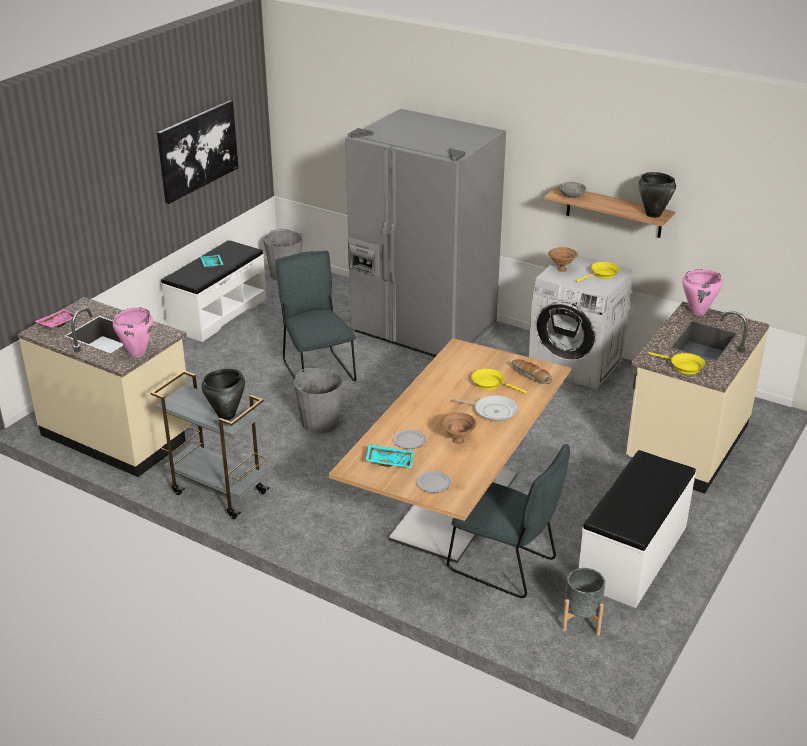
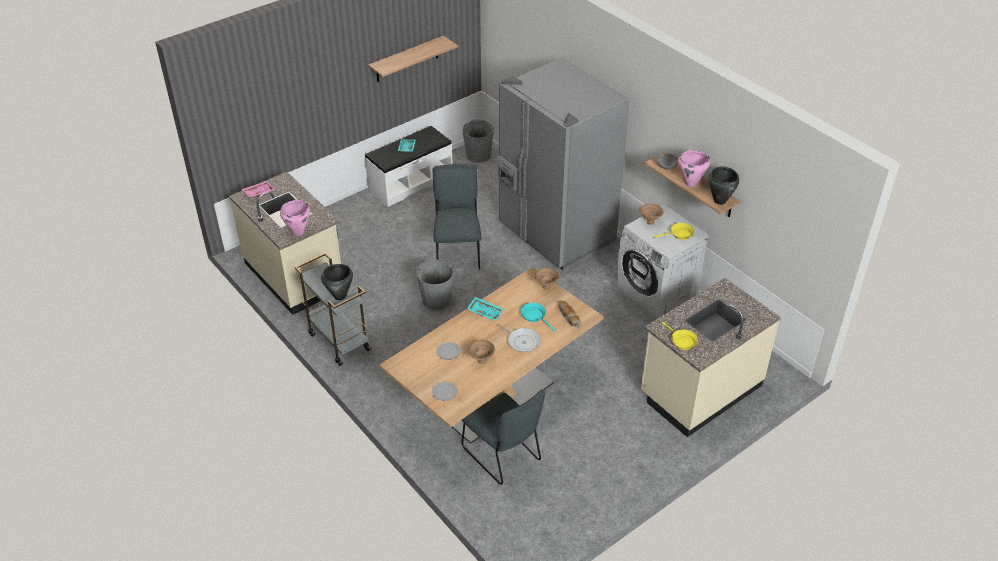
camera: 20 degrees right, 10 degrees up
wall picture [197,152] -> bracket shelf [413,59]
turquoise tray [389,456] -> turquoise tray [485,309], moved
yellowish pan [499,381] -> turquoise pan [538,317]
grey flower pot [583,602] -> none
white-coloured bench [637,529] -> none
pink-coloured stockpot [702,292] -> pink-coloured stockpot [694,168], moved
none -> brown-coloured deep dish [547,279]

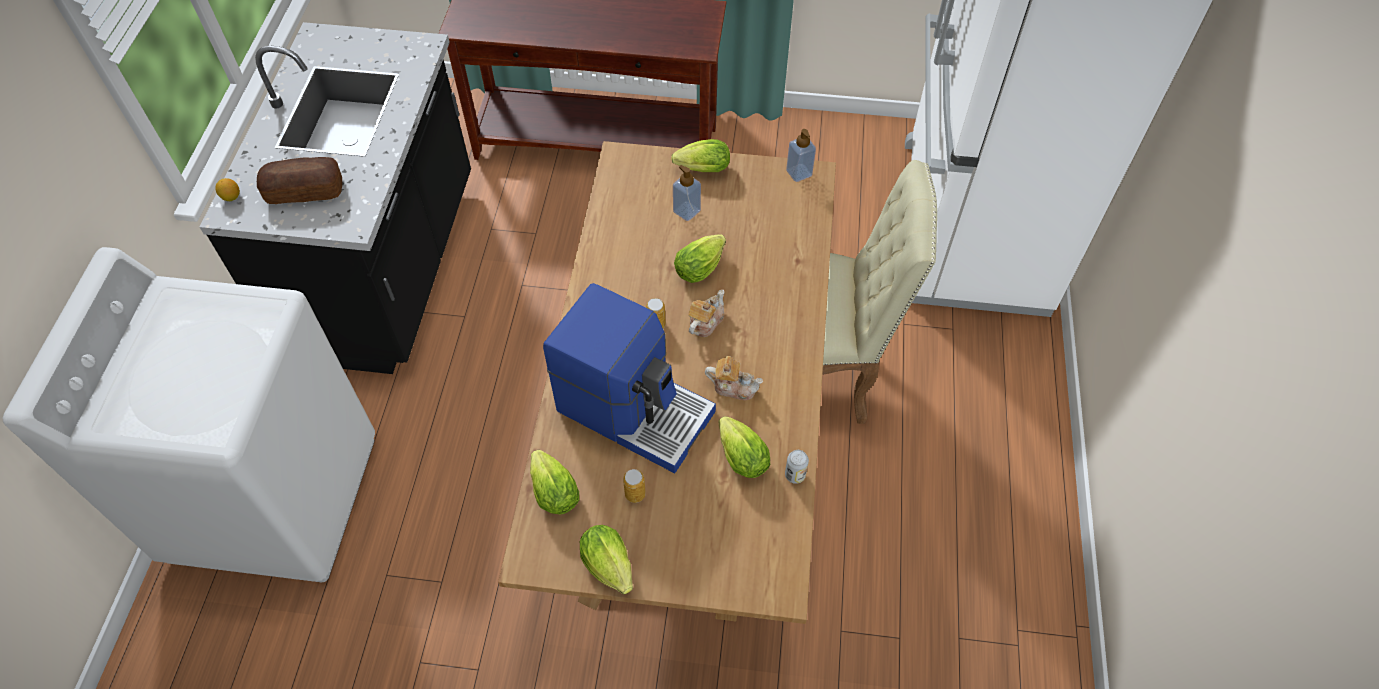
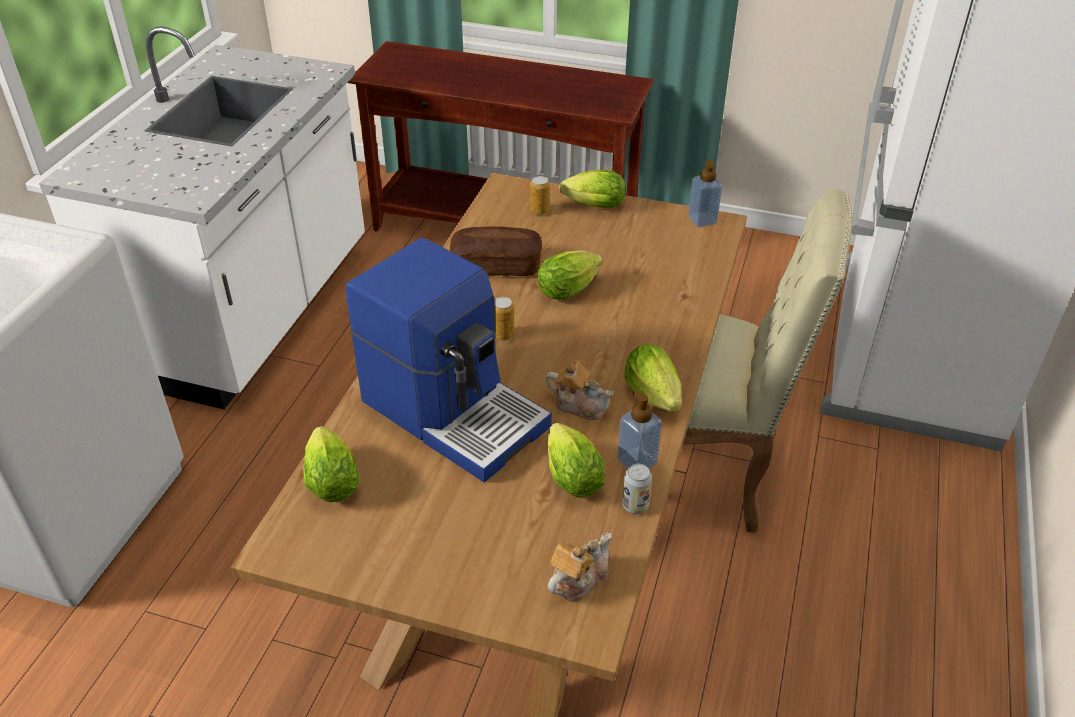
camera: 10 degrees right, 15 degrees down
black-coloured kitchen base unit [335,198] -> white-coloured kitchen base unit [202,217]
lemon [227,189] -> none
baked bread [299,180] -> baked bread [496,251], moved
lettuce [606,559] -> lettuce [653,378], moved
metal can [634,486] -> metal can [540,195], moved
liquid soap bottle [687,193] -> liquid soap bottle [639,429], moved
teapot [706,313] -> teapot [579,567], moved

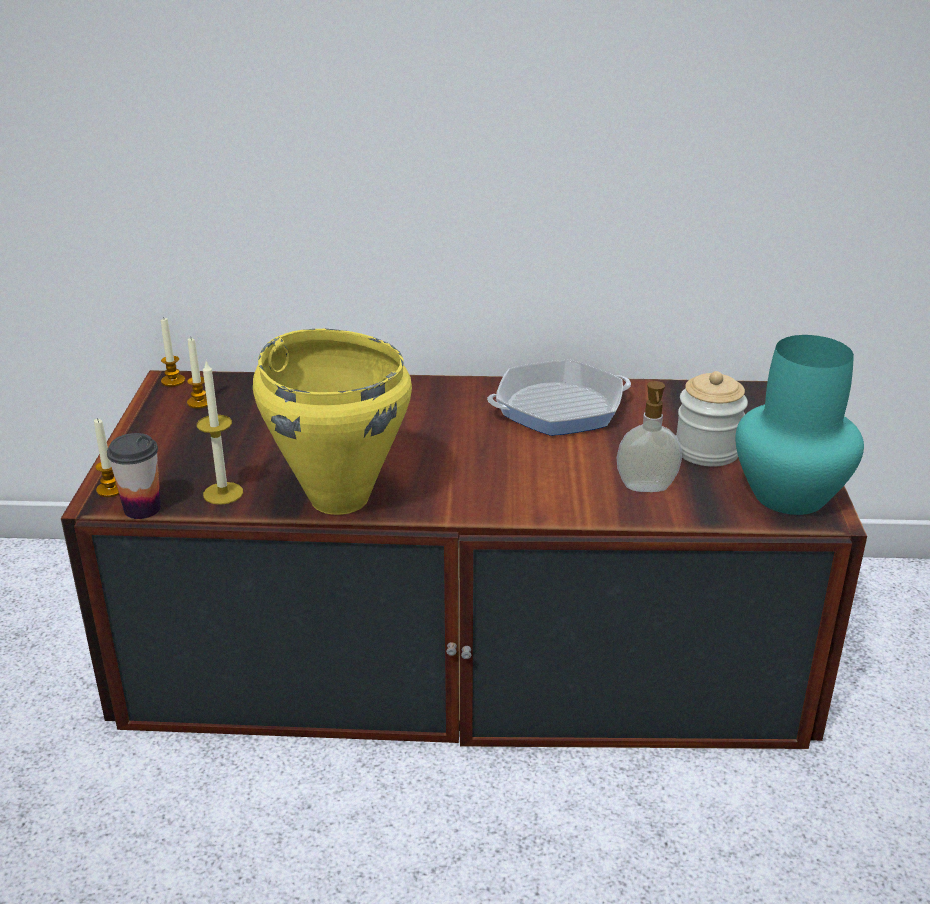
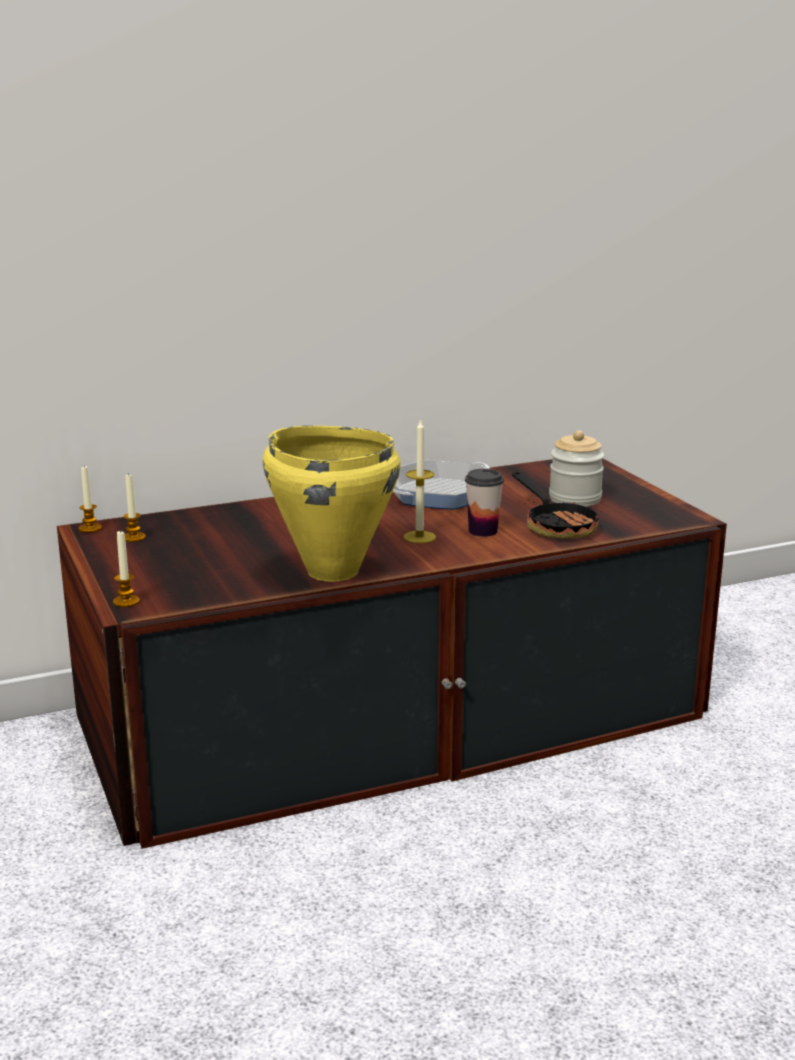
camera: 25 degrees left, 10 degrees down
small cup [134,476] -> small cup [484,503], moved
wax candle [220,433] -> wax candle [419,481], moved
liquid soap bottle [649,436] -> pan [557,505]
turquoise flower vase [799,425] -> none

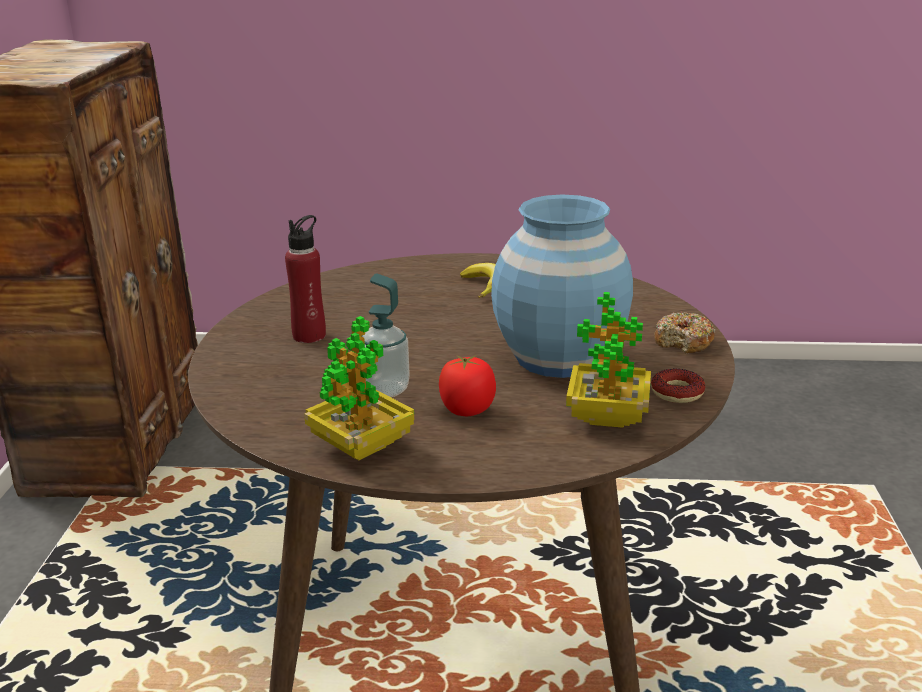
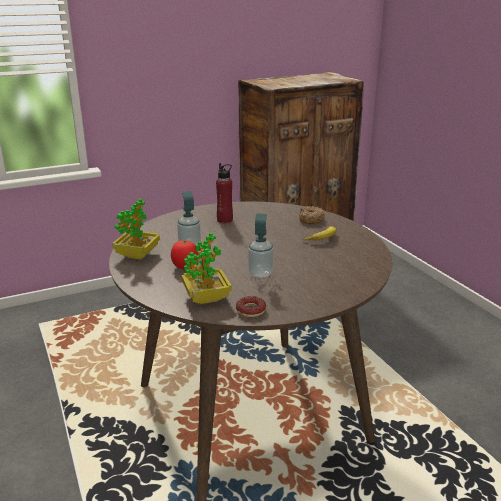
camera: 60 degrees right, 0 degrees up
blue-coloured flower vase [562,286] -> liquid soap bottle [261,246]
donut [685,332] -> donut [312,215], moved

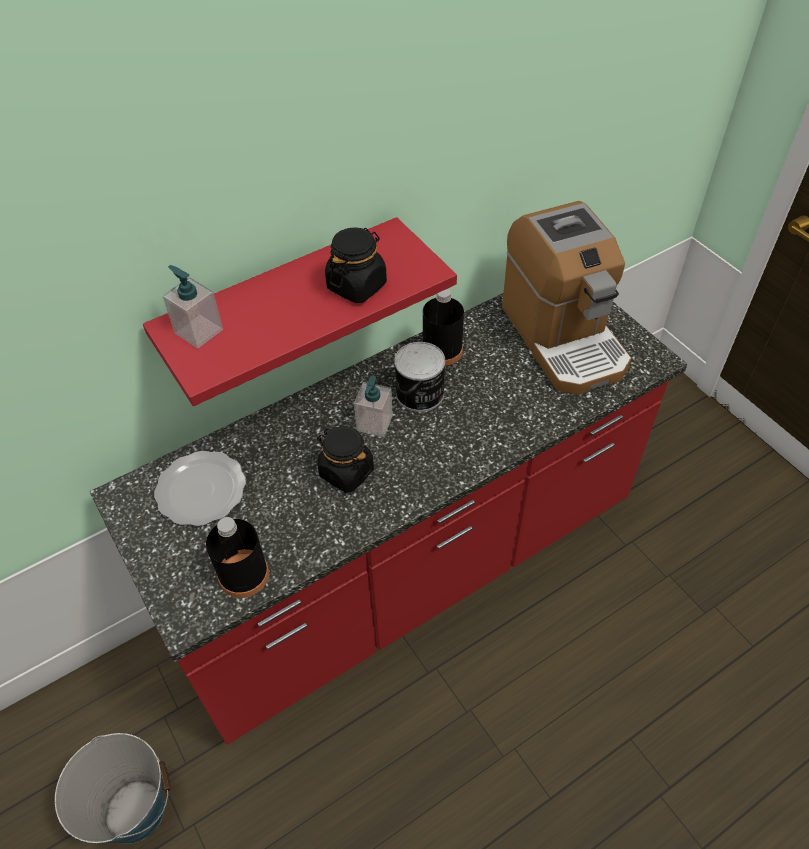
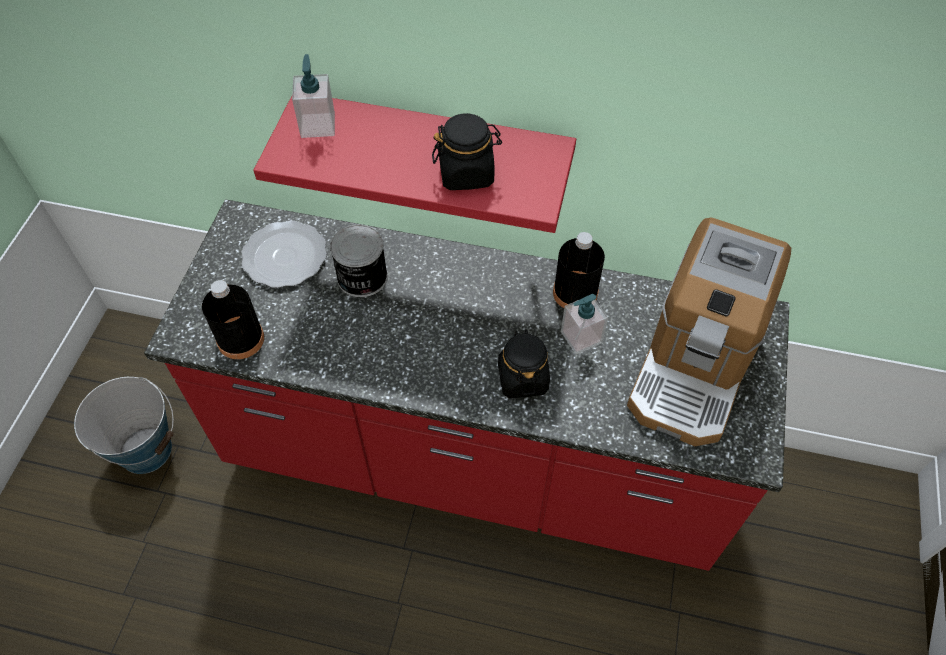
camera: 45 degrees right, 5 degrees up
black-coloured jar [345,459] -> black-coloured jar [524,364], moved
liquid soap bottle [373,406] -> liquid soap bottle [584,324], moved
metal can [419,377] -> metal can [359,260], moved

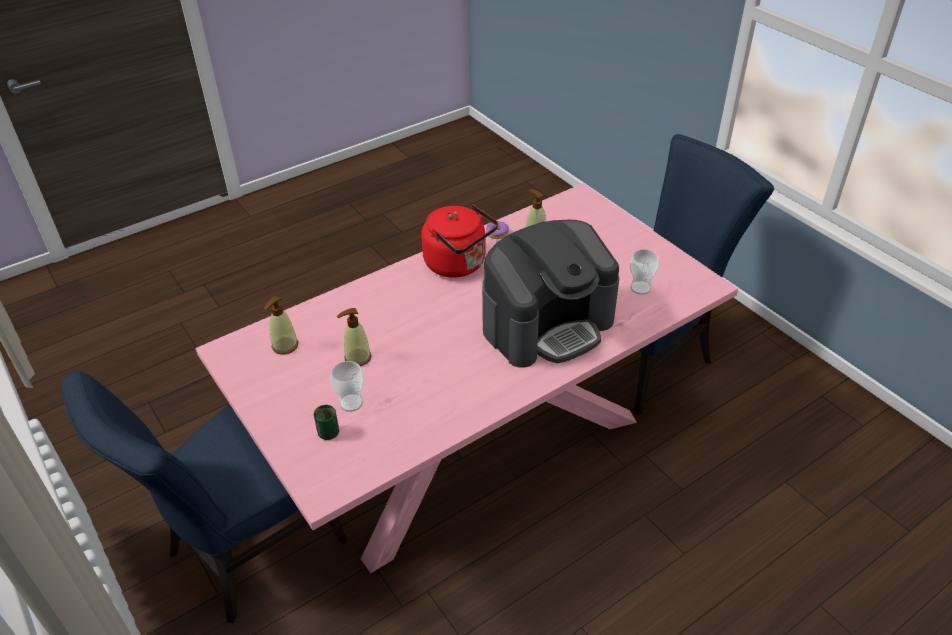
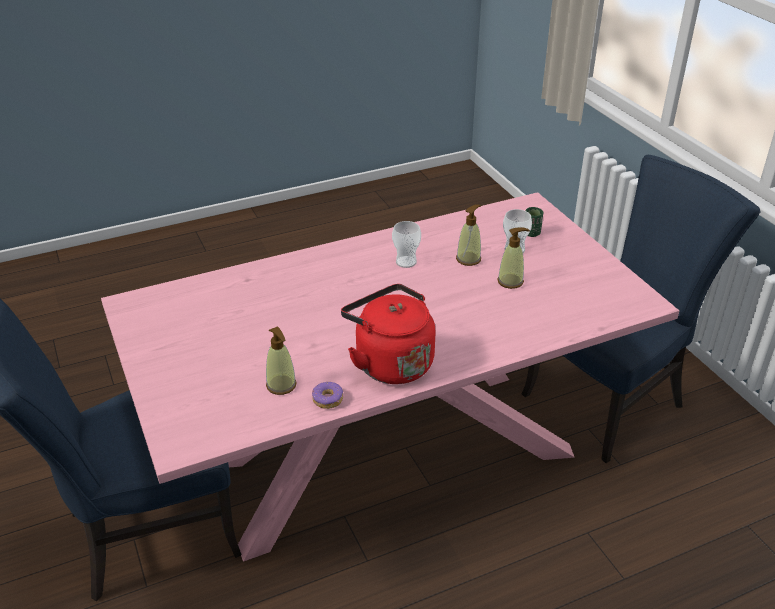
camera: 170 degrees left, 5 degrees down
liquid soap bottle [281,325] -> liquid soap bottle [468,235], moved
coffee machine [550,294] -> none
small cup [644,272] -> small cup [406,244], moved

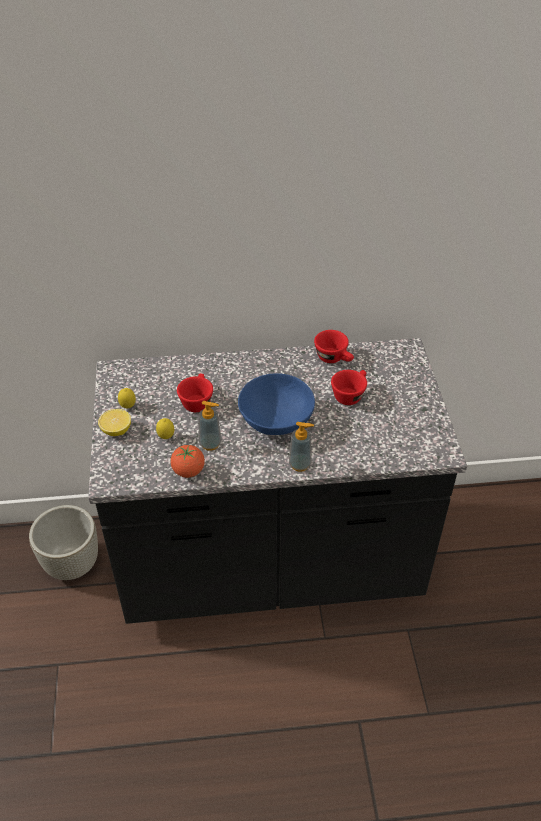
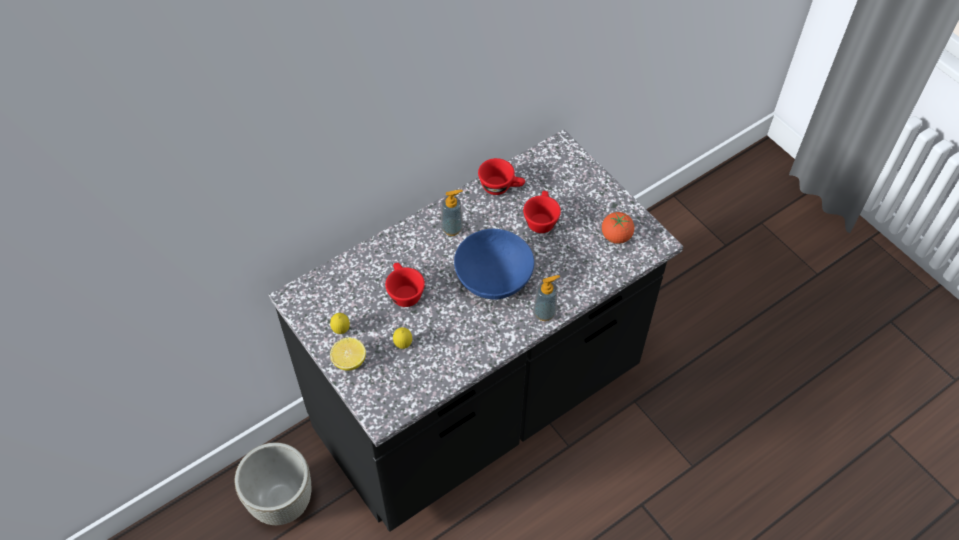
camera: 30 degrees left, 10 degrees up
fresh tomato [187,461] -> fresh tomato [618,228], moved
liquid soap bottle [209,426] -> liquid soap bottle [452,213], moved

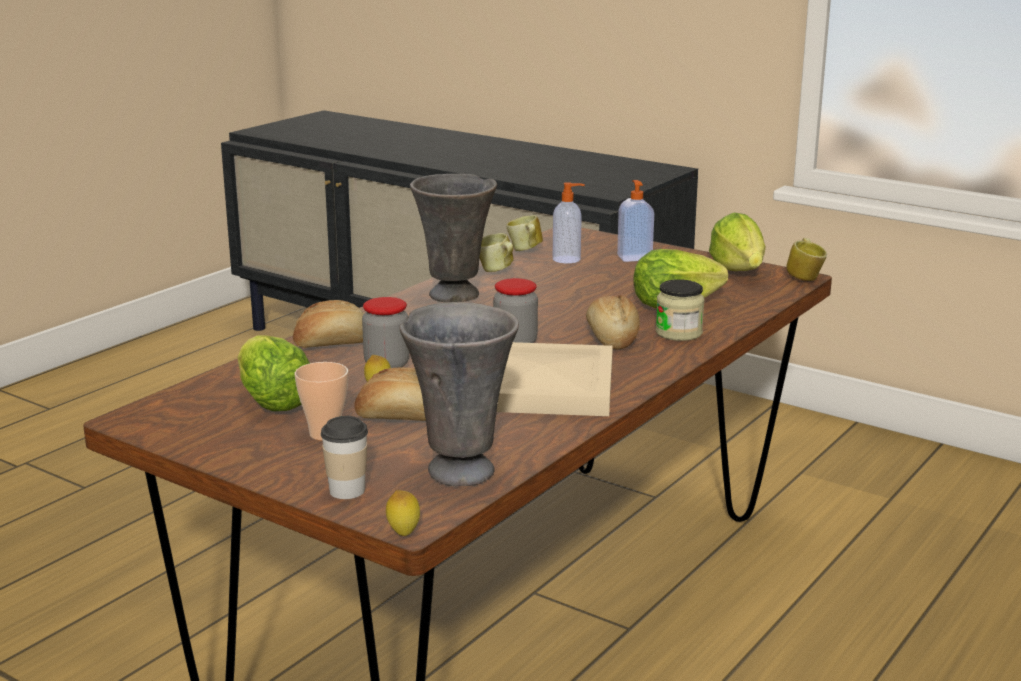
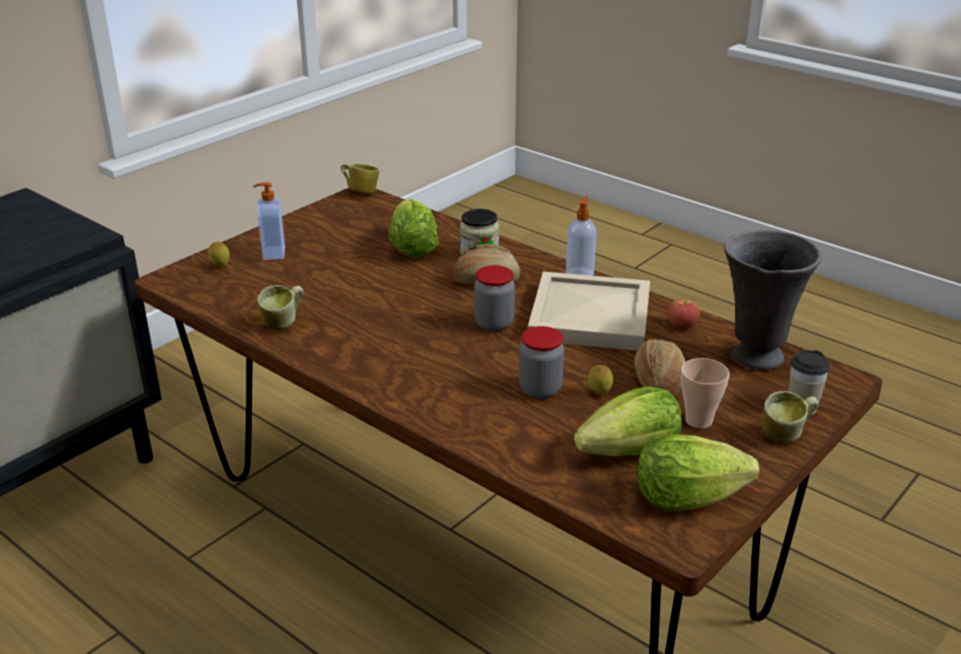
camera: 85 degrees left, 10 degrees up
baked bread [328,324] -> none
lemon [403,513] -> lemon [219,255], moved
grey flower vase [453,238] -> none
tea mug [524,233] -> tea mug [790,417], moved
liquid soap bottle [569,222] -> liquid soap bottle [581,235], moved
lettuce [737,241] -> lettuce [698,472], moved
none -> apple fruit [684,314]

